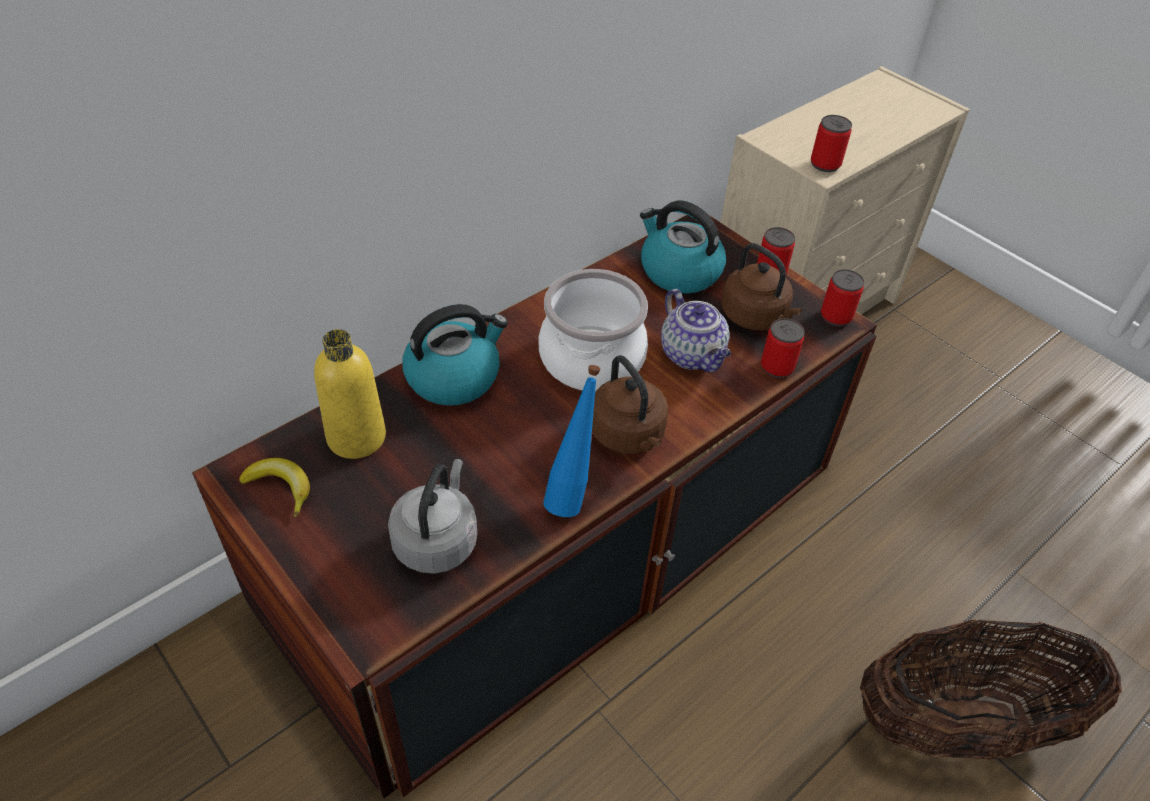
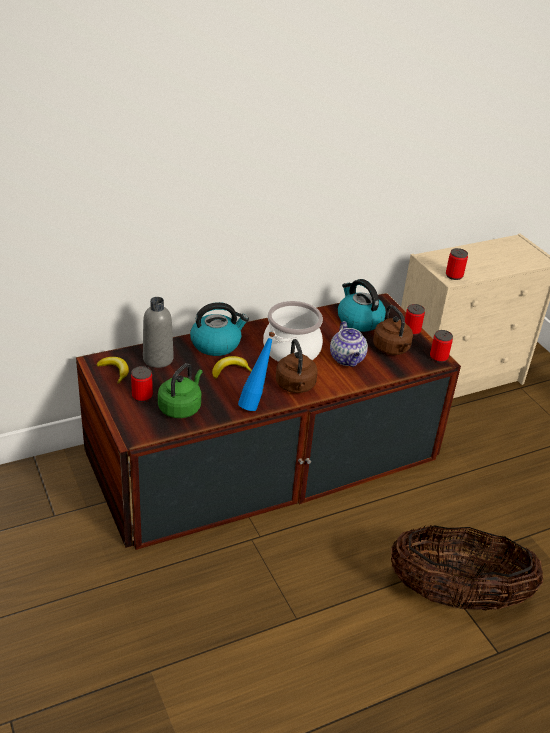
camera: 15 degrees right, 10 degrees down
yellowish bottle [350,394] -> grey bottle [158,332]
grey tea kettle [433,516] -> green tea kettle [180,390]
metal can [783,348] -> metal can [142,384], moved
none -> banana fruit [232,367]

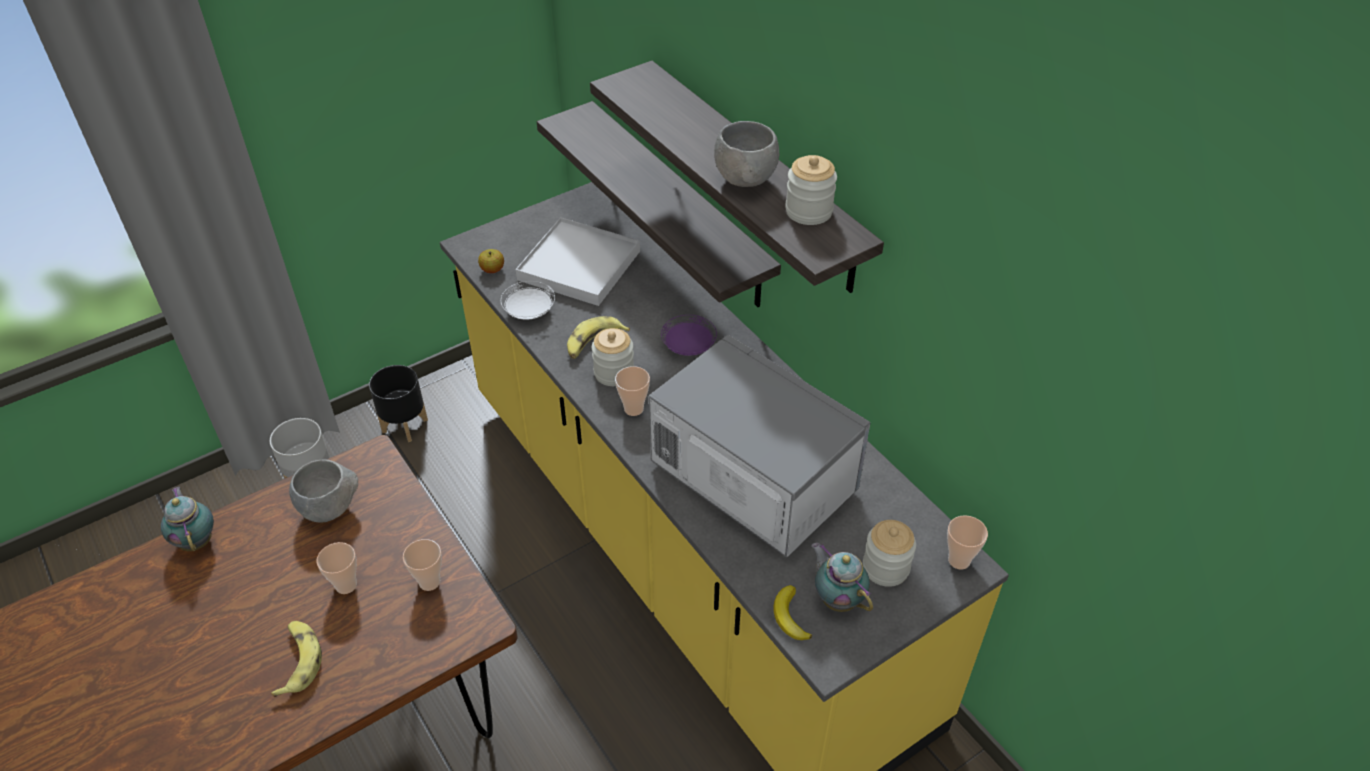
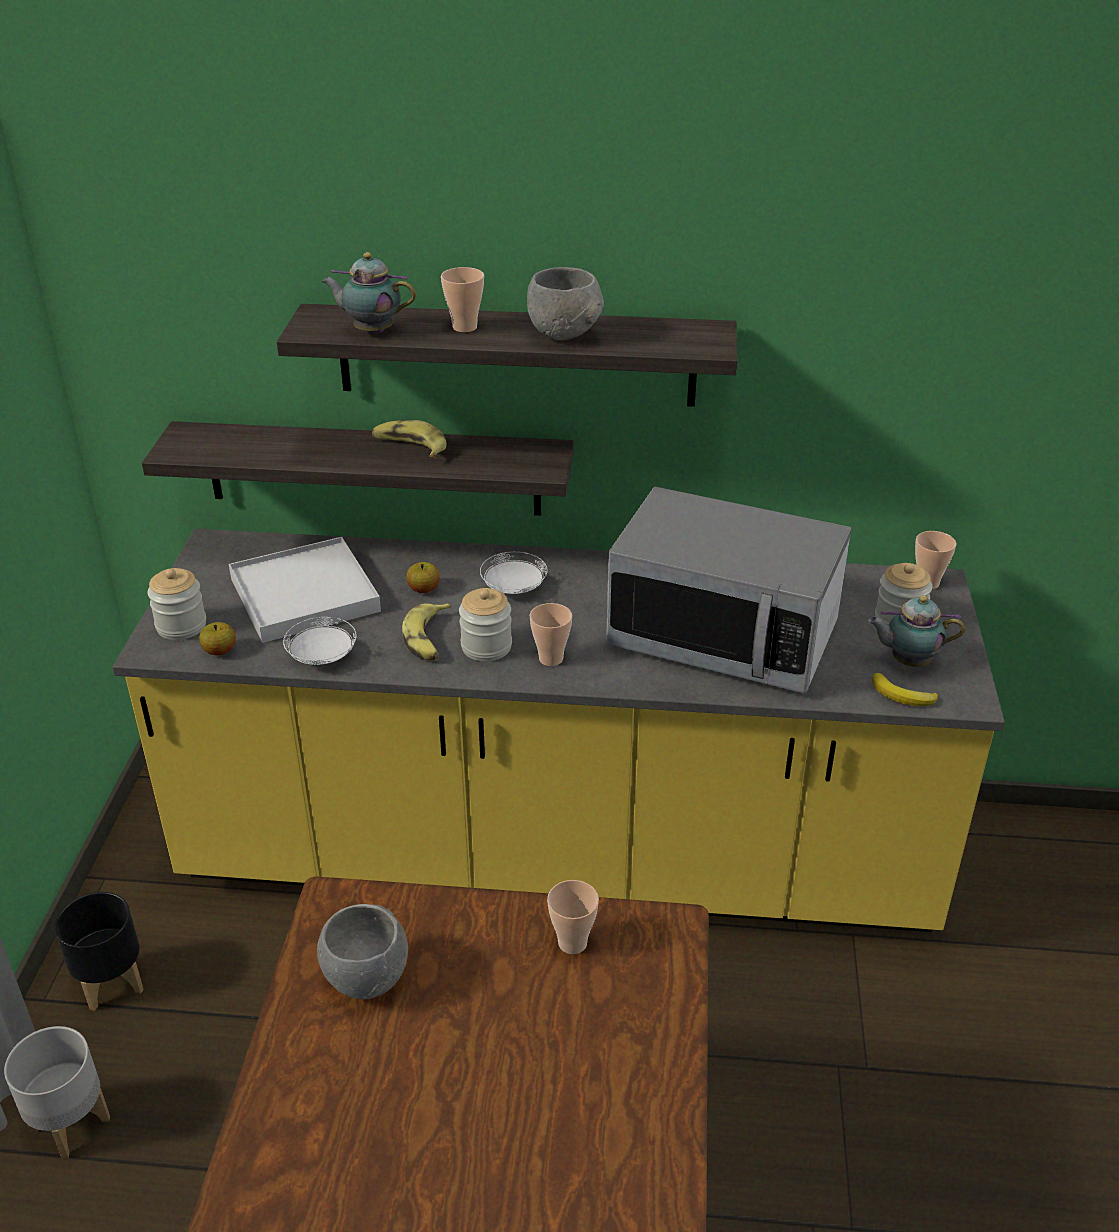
camera: 50 degrees left, 10 degrees down
teapot [187,519] -> teapot [368,292], moved
banana fruit [296,659] -> banana fruit [409,439], moved
small cup [336,568] -> small cup [462,299], moved
microwave oven [759,446] -> microwave oven [728,590], 150 degrees counterclockwise
purple dinner plate [689,335] -> white-coloured dinner plate [514,573]
jar [811,190] -> jar [176,604], moved
none -> apple fruit [423,577]

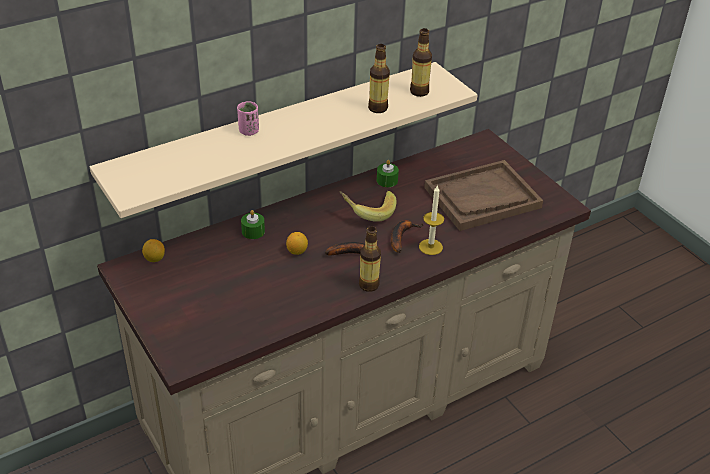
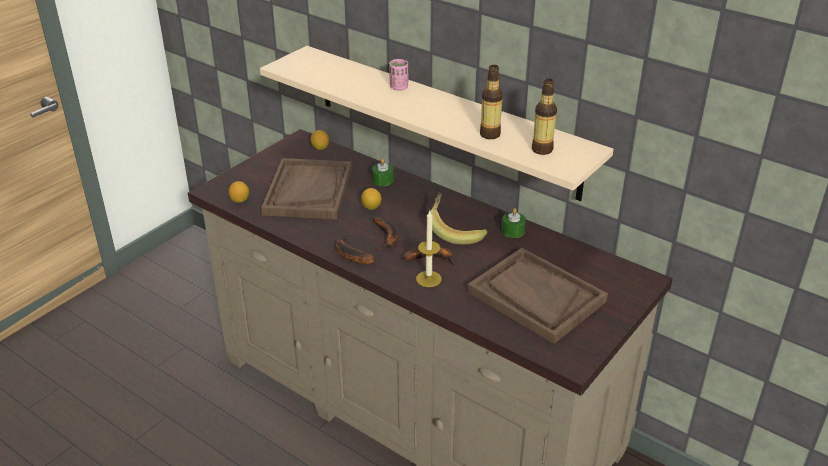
camera: 70 degrees right, 5 degrees down
bottle [370,259] -> banana fruit [355,249]
none -> lemon [239,192]
none -> brown-coloured tray [306,189]

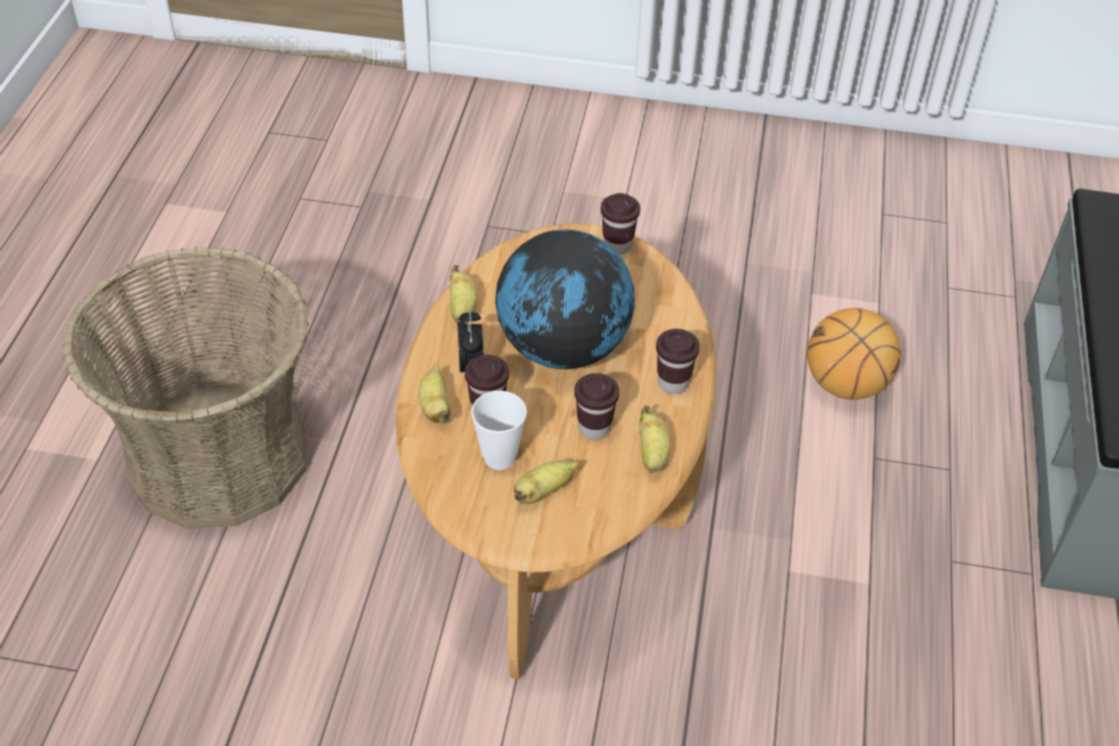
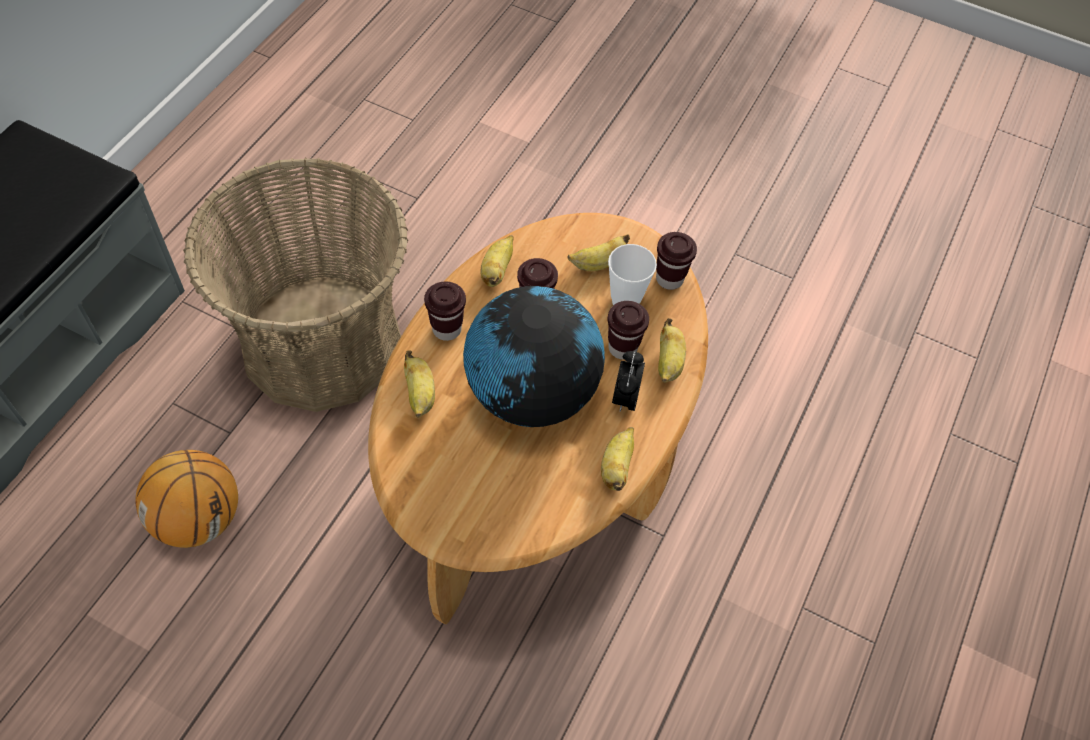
camera: 165 degrees left, 10 degrees up
storage basket [186,387] -> storage basket [295,284], moved
brown-coloured small cup [620,224] -> brown-coloured small cup [676,261], moved
none -> banana fruit [419,384]

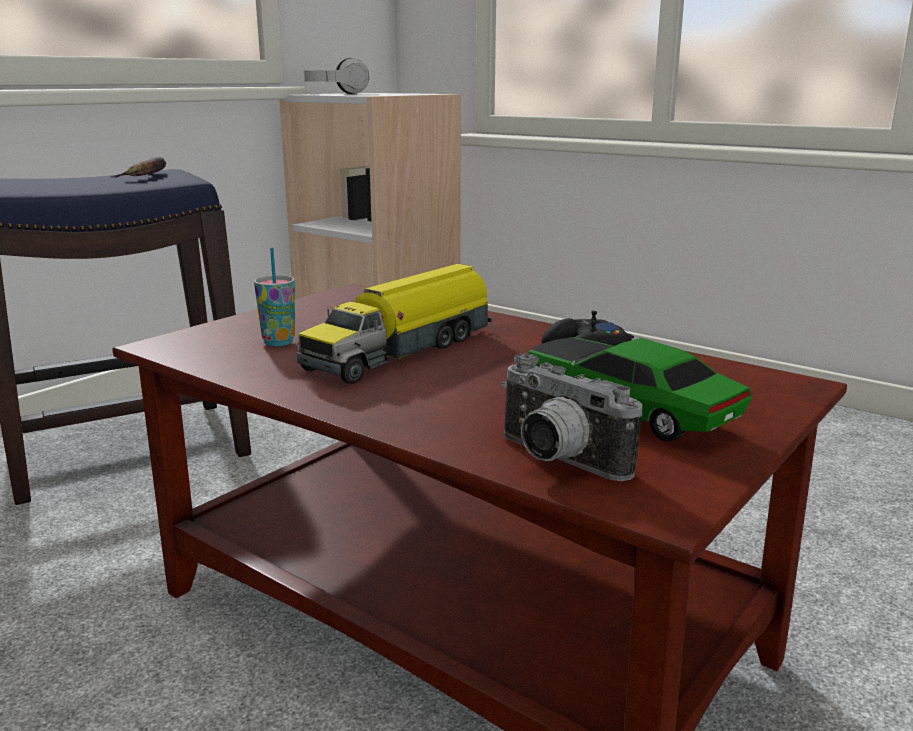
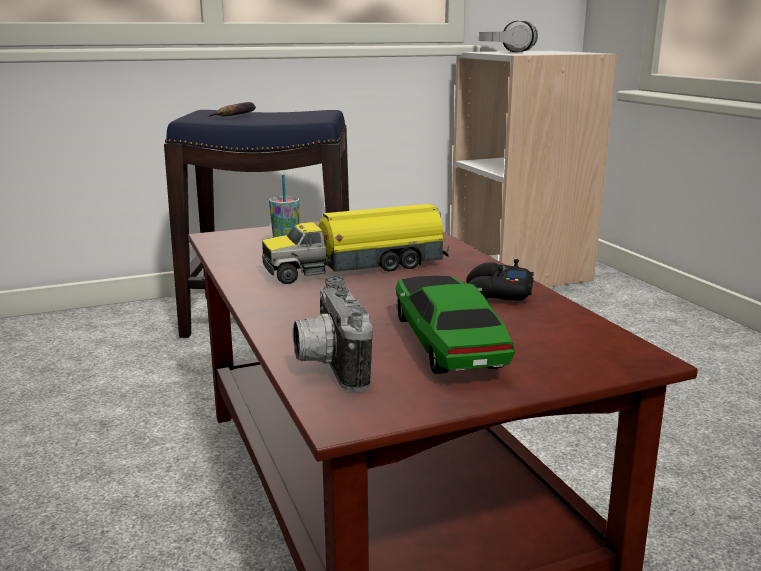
camera: 30 degrees right, 0 degrees up
banana fruit [138,167] -> banana fruit [231,109], moved

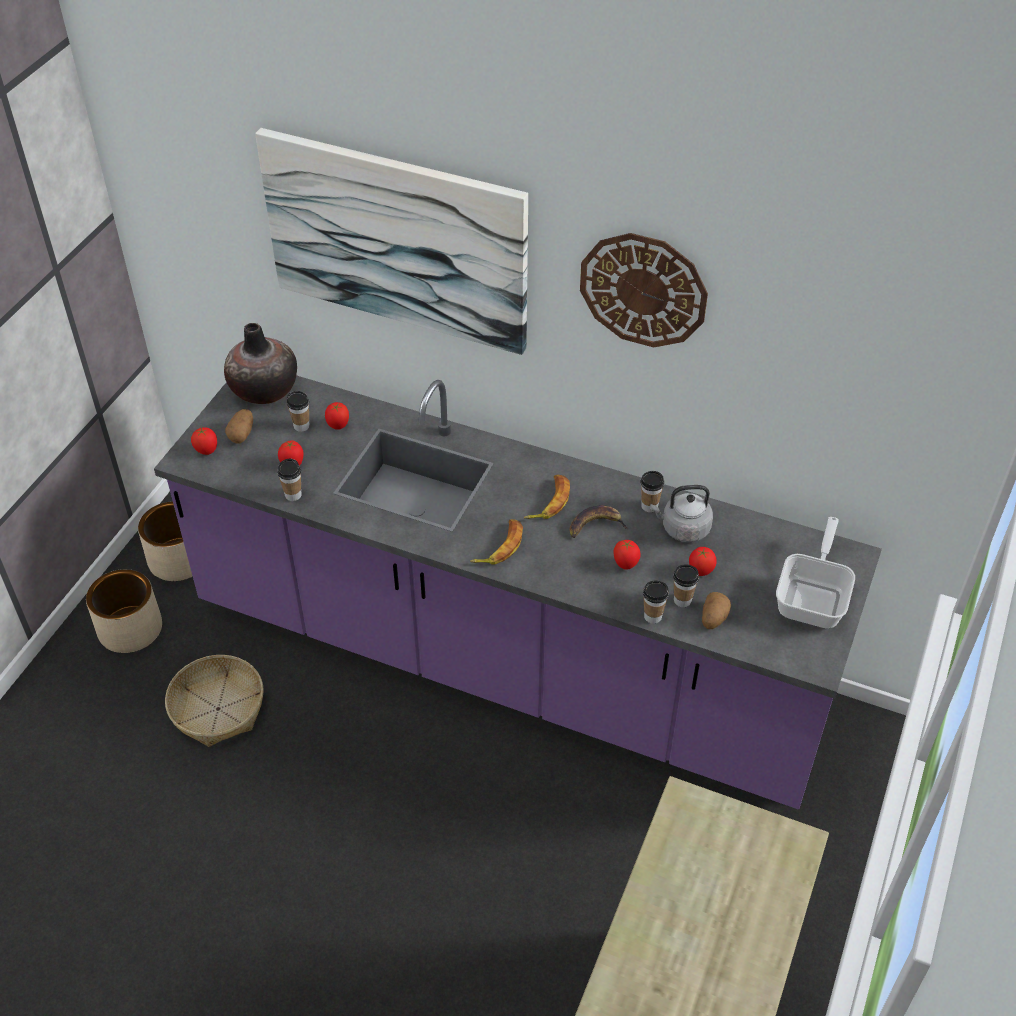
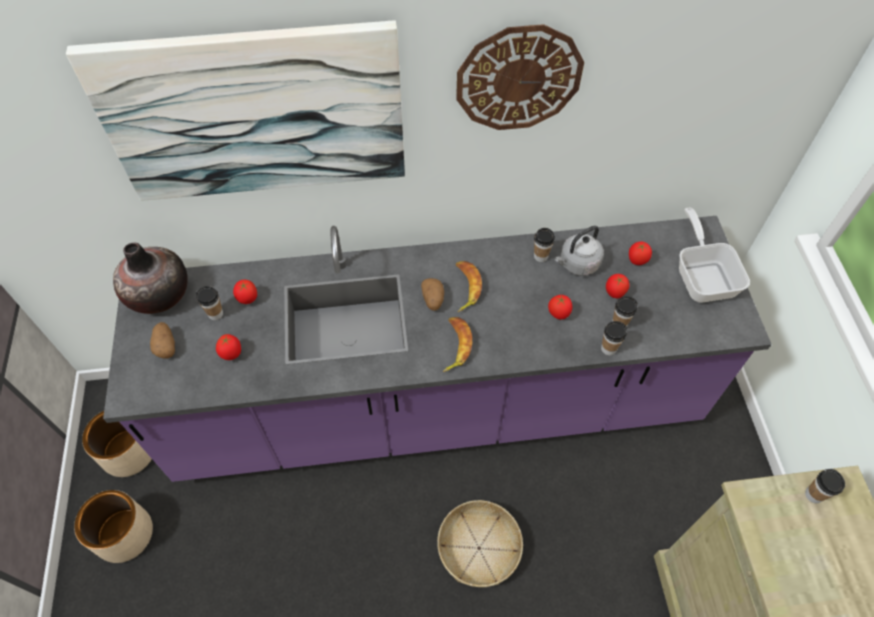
camera: 30 degrees left, 10 degrees up
storage basket [214,701] -> storage basket [480,543], moved
fresh tomato [204,441] -> fresh tomato [640,253], moved
small cup [289,479] -> small cup [825,486], moved
banana fruit [599,521] -> none
whole potato [716,610] -> whole potato [432,294], moved

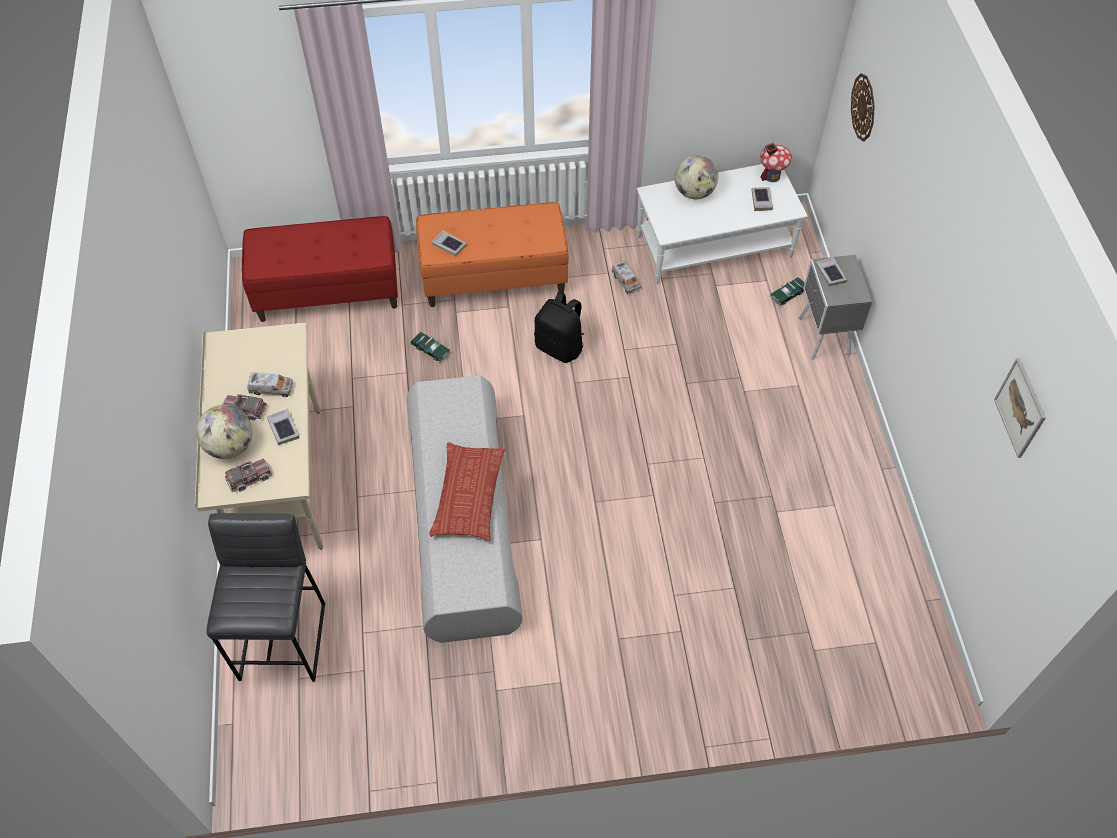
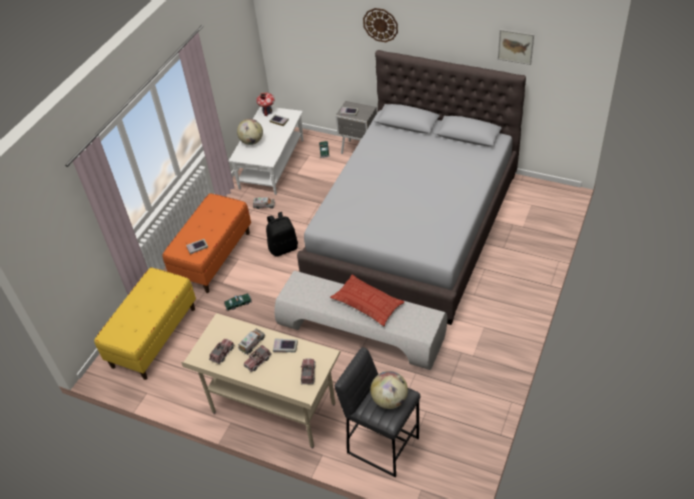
camera: 55 degrees left, 10 degrees down
world globe [224,432] -> world globe [389,390], moved
reddish bench [320,269] -> yellowish bench [145,323]
wall clock [863,107] -> wall clock [380,25], moved
none -> toy truck [222,351]
none -> grey bed [411,187]

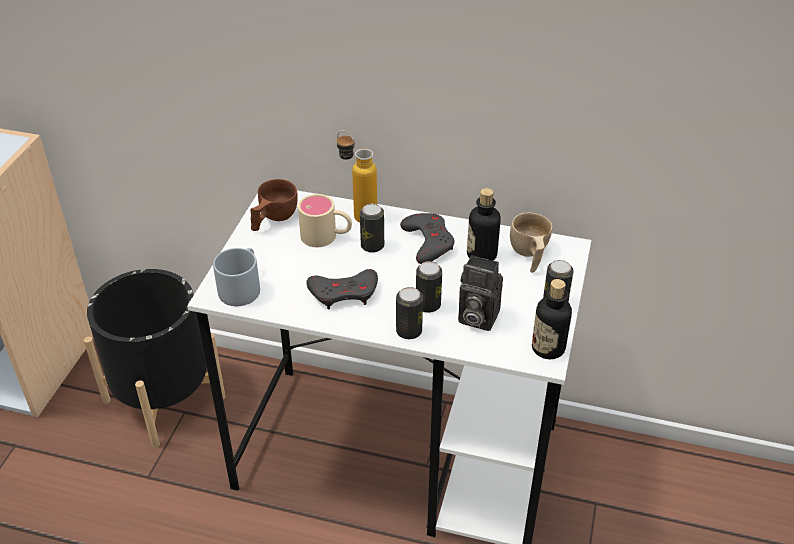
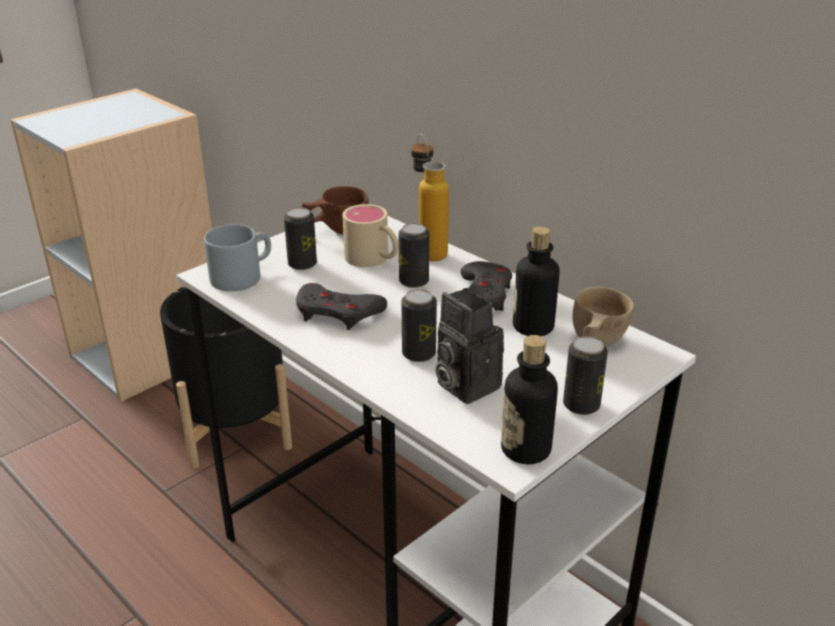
camera: 30 degrees right, 10 degrees down
metal can [409,313] -> metal can [300,238], moved

